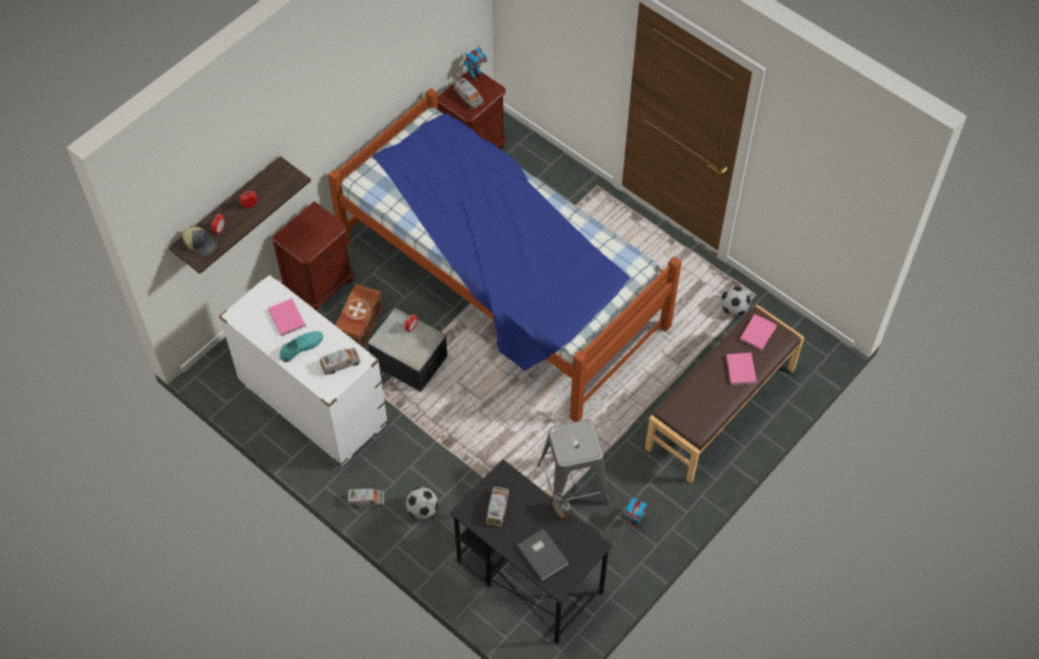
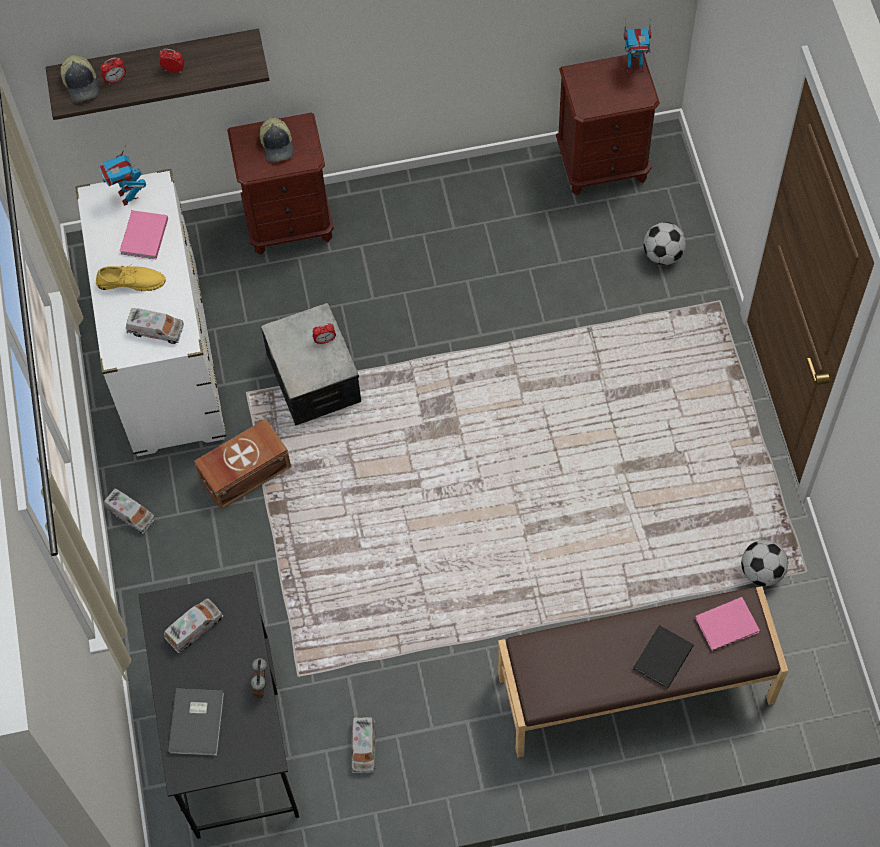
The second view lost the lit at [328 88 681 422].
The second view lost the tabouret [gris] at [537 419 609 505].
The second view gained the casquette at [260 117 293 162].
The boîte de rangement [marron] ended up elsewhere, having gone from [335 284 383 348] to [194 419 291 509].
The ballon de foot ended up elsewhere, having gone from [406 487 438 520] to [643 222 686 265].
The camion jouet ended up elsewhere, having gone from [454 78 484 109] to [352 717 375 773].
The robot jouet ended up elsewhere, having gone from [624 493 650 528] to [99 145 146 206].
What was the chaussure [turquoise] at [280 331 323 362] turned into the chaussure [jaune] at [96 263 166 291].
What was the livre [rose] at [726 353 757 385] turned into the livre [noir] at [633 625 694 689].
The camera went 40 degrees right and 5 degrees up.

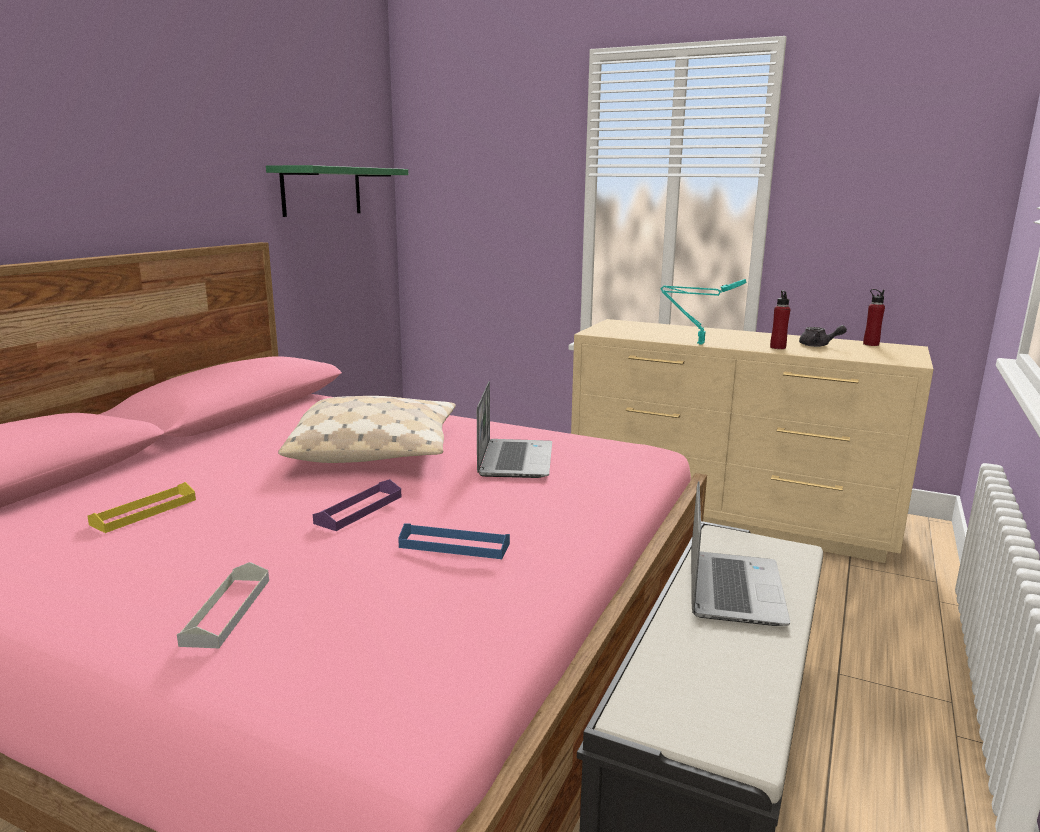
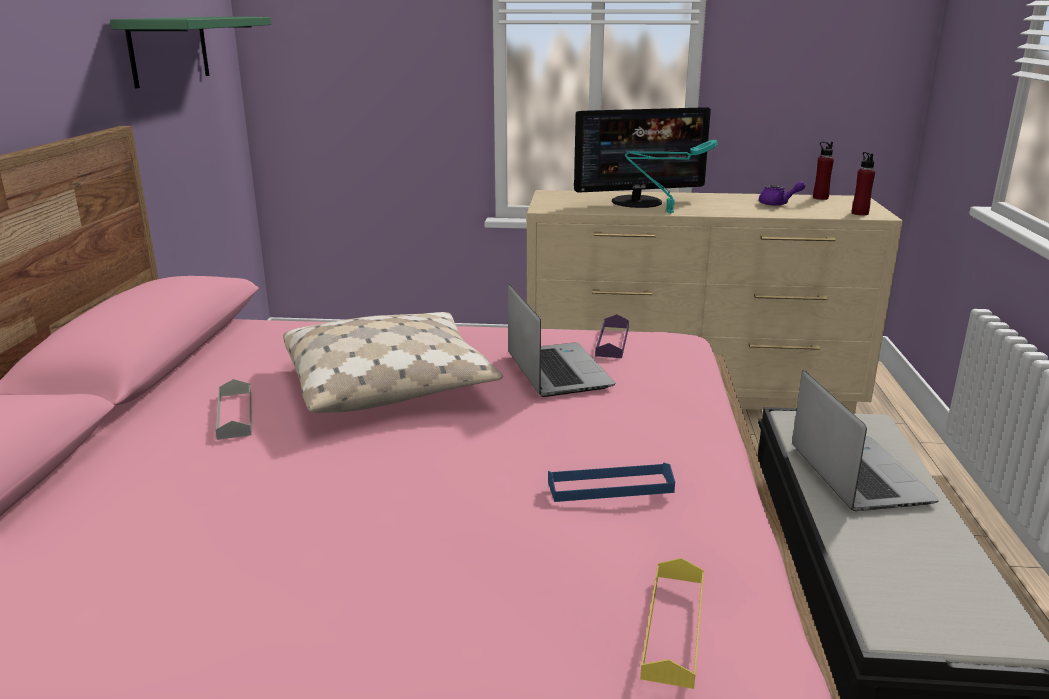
The second view gained the écran d'ordinateur at [574 107 711 208].
The plateau [jaune] ended up elsewhere, having gone from [87 482 196 533] to [640 558 704 689].
The plateau [gris] ended up elsewhere, having gone from [177 562 269 648] to [216 379 252 440].
The plateau [violet] ended up elsewhere, having gone from [313 479 401 531] to [595 314 629 358].
The bouteille [rouge] ended up elsewhere, having gone from [770 290 790 349] to [852 152 875 215].
What was the théière [gris] at [799 325 847 347] turned into the théière [violet] at [759 181 805 206].
The camera went 20 degrees left and 5 degrees up.

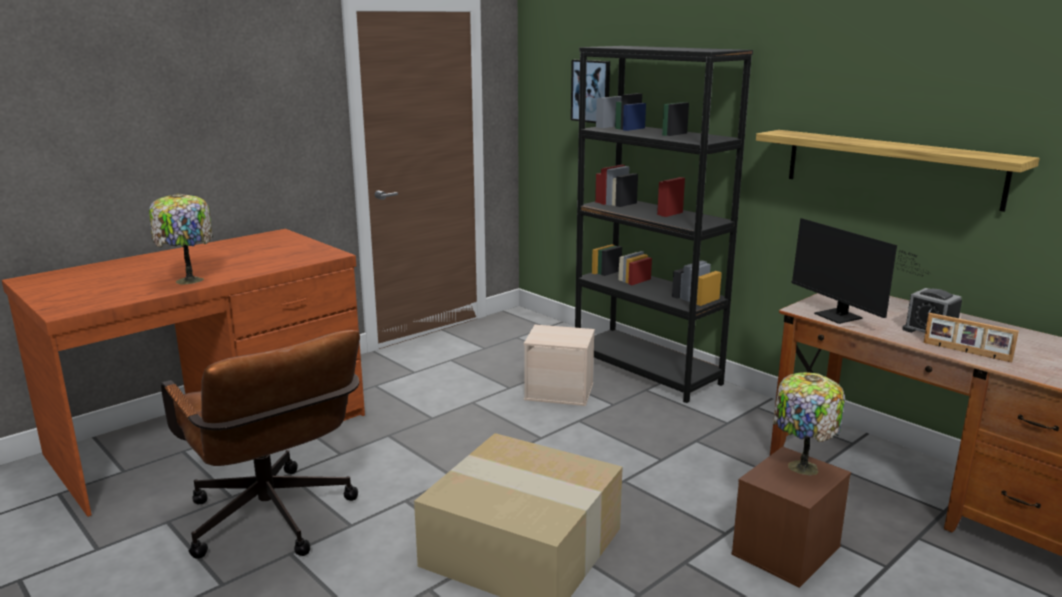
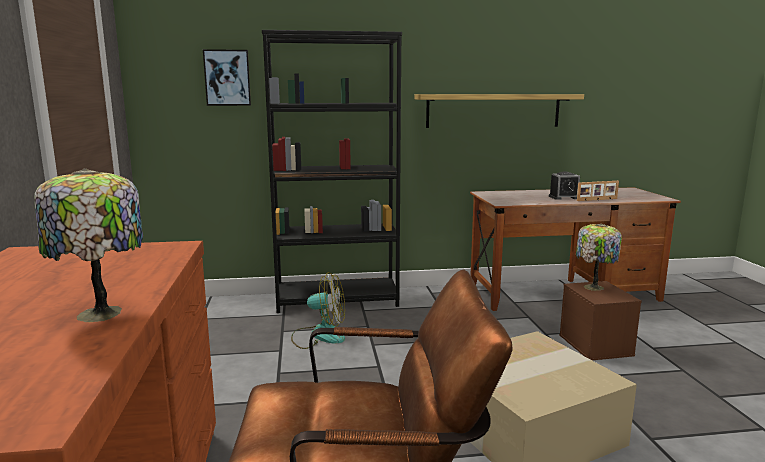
The second view lost the écran d'ordinateur at [791 218 931 324].
Where the boîte de rangement [beige] stood at [524 325 595 406], the ventilateur came to stand at [291 272 345 349].
The camera went 55 degrees left and 5 degrees down.

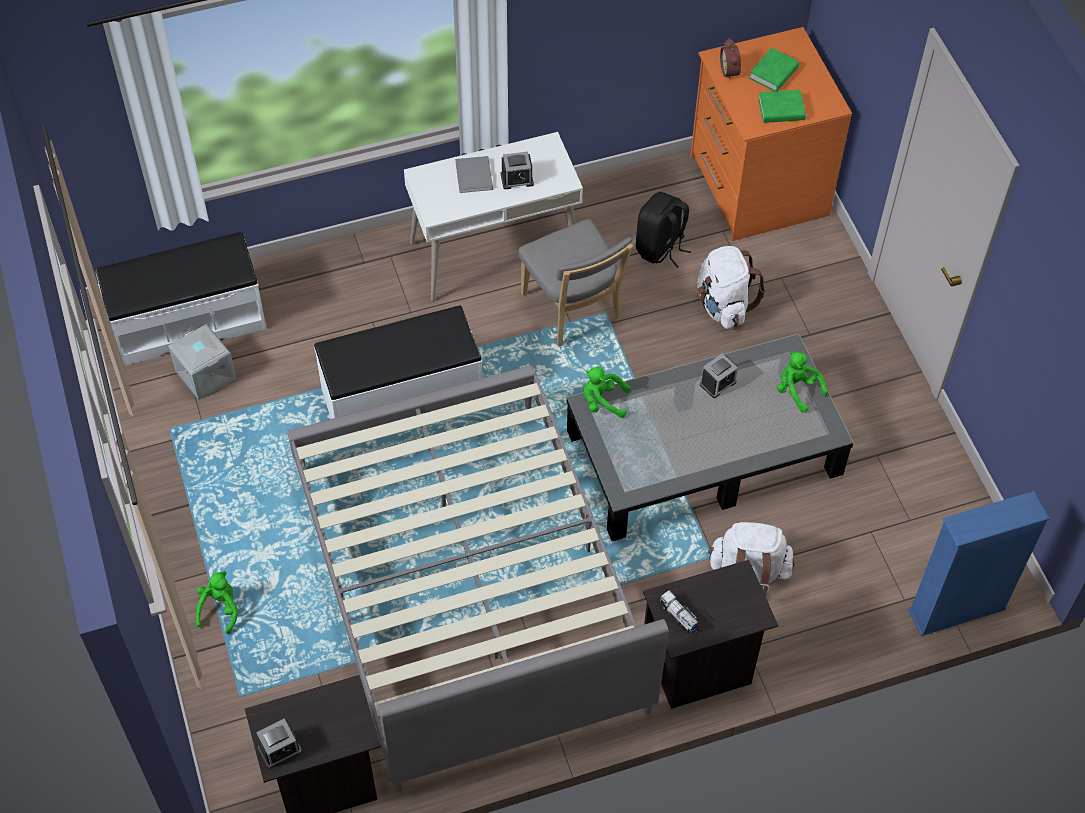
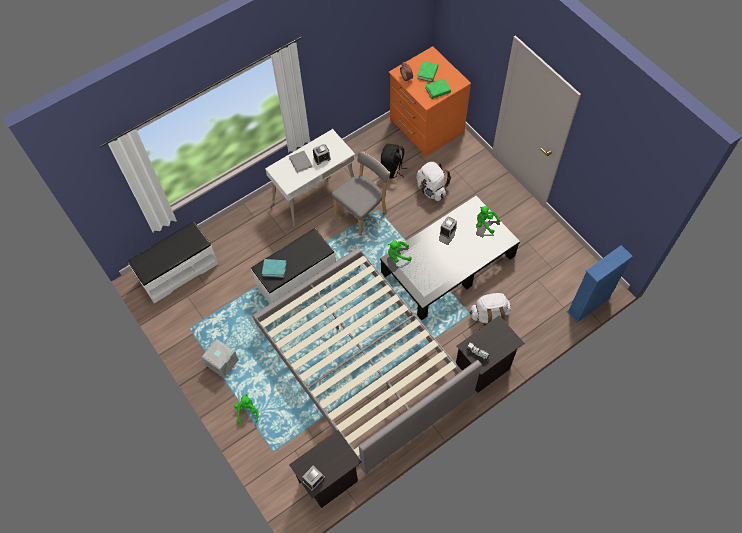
The second view gained the livre [turquoise] at [262 259 286 278].
The boîte de rangement [gris] ended up elsewhere, having gone from [168 324 236 400] to [201 339 239 378].
The chaise [gris] at [518 219 633 346] ended up facing another way, 90 degrees counterclockwise from before.
The camera went 15 degrees left and 5 degrees up.

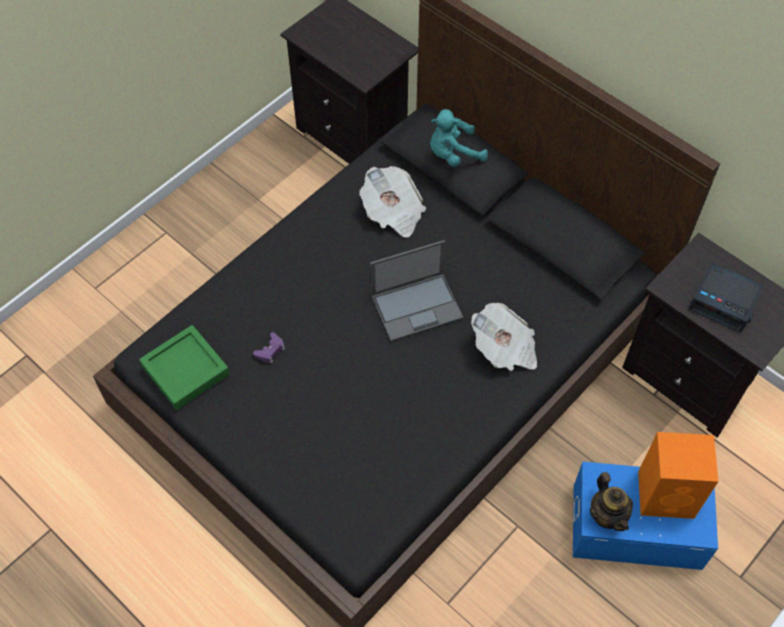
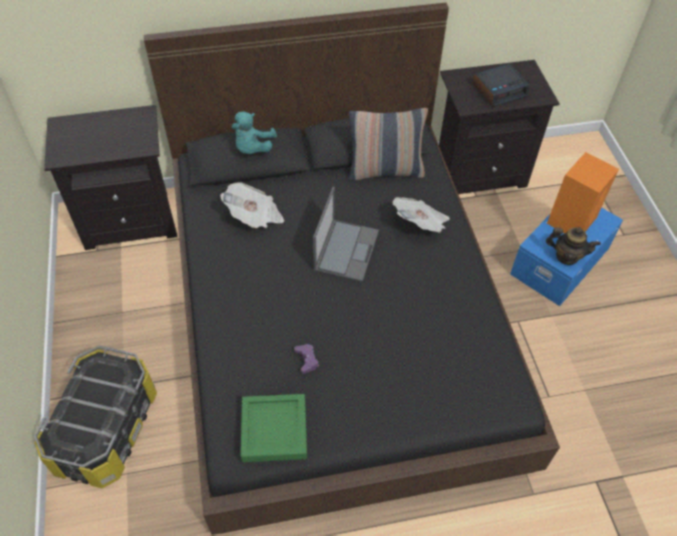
The second view gained the boîte de rangement at [34 345 157 488].
The second view gained the coussin at [349 108 428 181].
The camera went 55 degrees left and 5 degrees down.

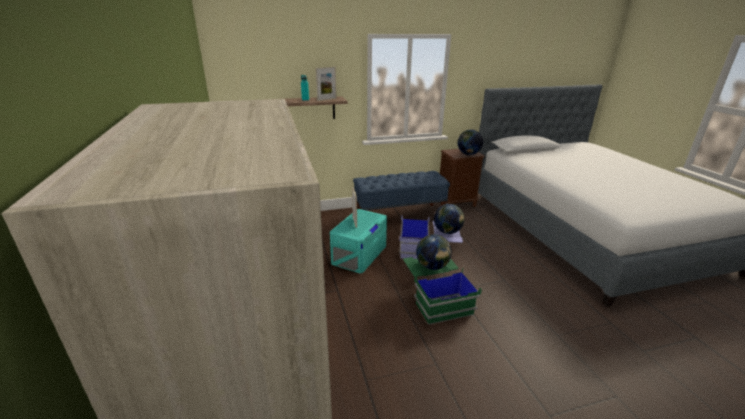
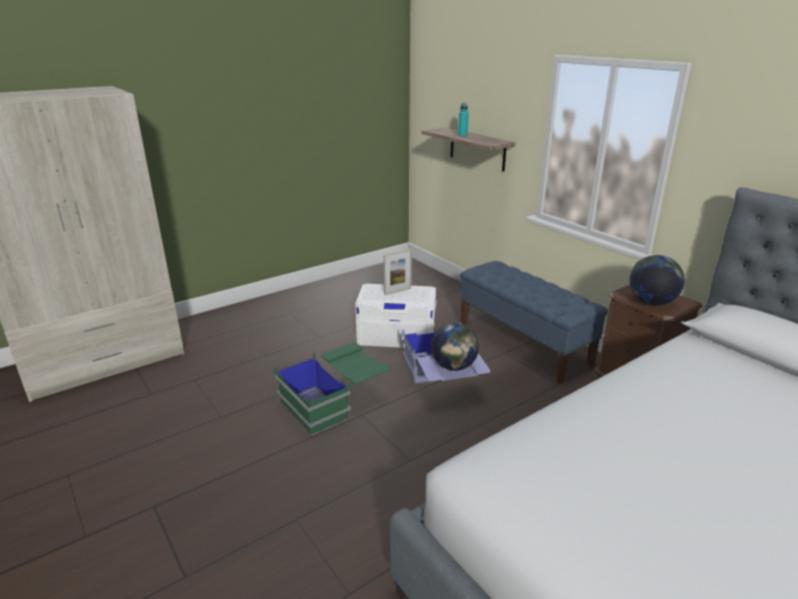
The second view lost the cadre photo at [315 67 337 101].
The second view lost the globe at [416 234 452 270].
What was the boîte de rangement [turquoise] at [330 209 387 274] turned into the boîte de rangement [blanc] at [355 284 437 348].
The camera went 70 degrees right and 0 degrees up.

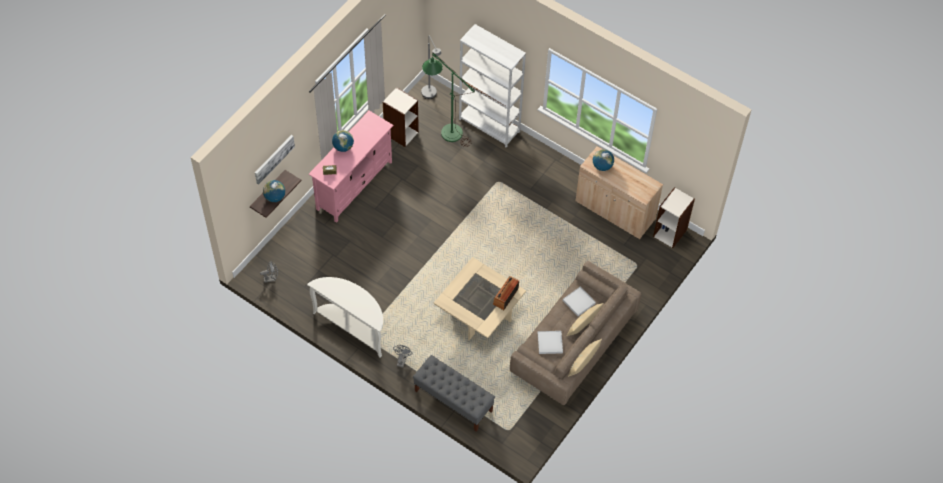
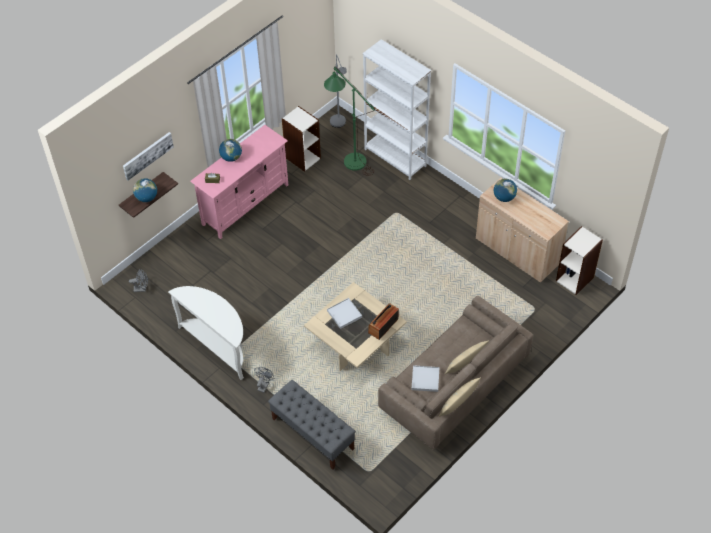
The plateau [blanc] ended up elsewhere, having gone from [563 287 596 316] to [327 298 362 329].
The camera went 10 degrees right and 5 degrees down.

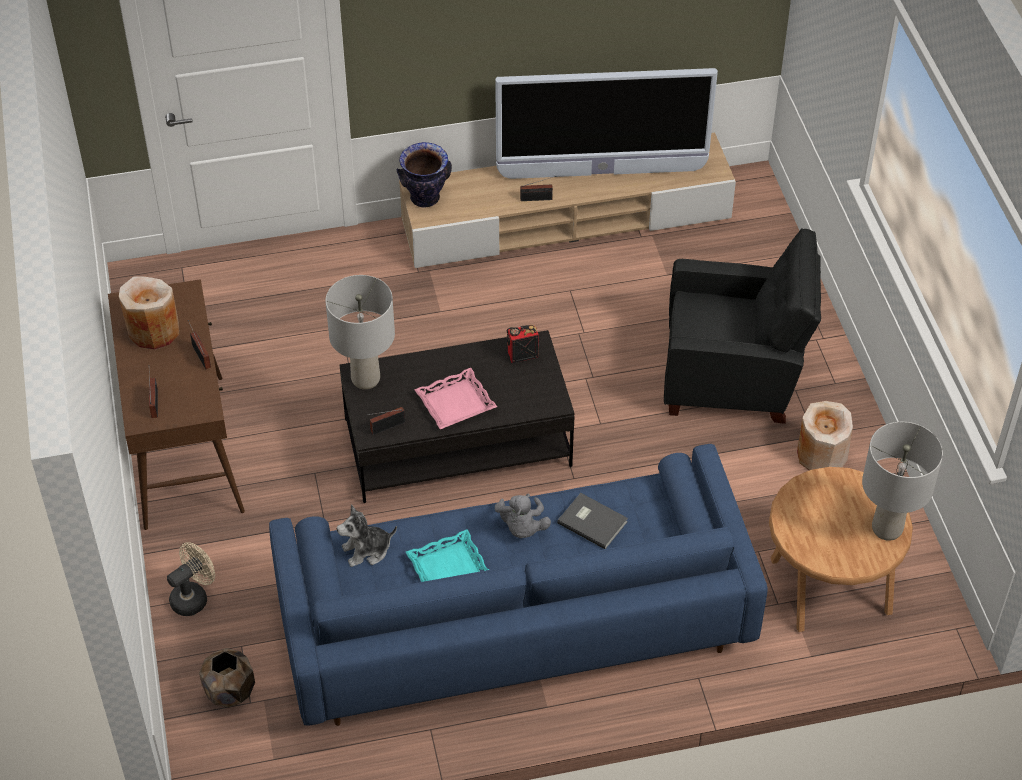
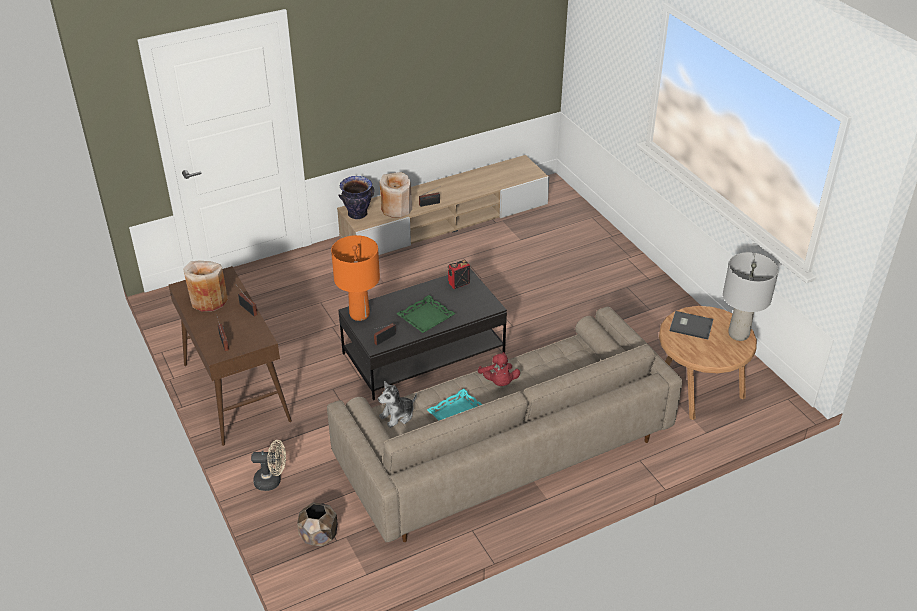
The second view lost the téléviseur at [495 68 718 179].
The second view lost the fauteuil [noir] at [664 228 821 424].
The livre [gris] ended up elsewhere, having gone from [557 493 628 549] to [670 311 713 340].
The vase [beige] ended up elsewhere, having gone from [797 401 853 470] to [380 172 412 218].
What was the canapé [bleu] at [269 444 768 726] turned into the canapé [beige] at [327 307 682 542].
What was the lampe de table [gris] at [325 275 395 390] turned into the lampe de table [orange] at [331 235 380 321].
What was the plateau [rose] at [414 368 497 429] turned into the plateau [vert] at [396 295 456 333].
What was the peluche [gris] at [495 494 551 538] turned into the peluche [rouge] at [478 352 520 386].
The ventilateur [beige] at [167 542 215 616] ended up facing another way, 60 degrees clockwise from before.
The camera went 15 degrees left and 10 degrees down.

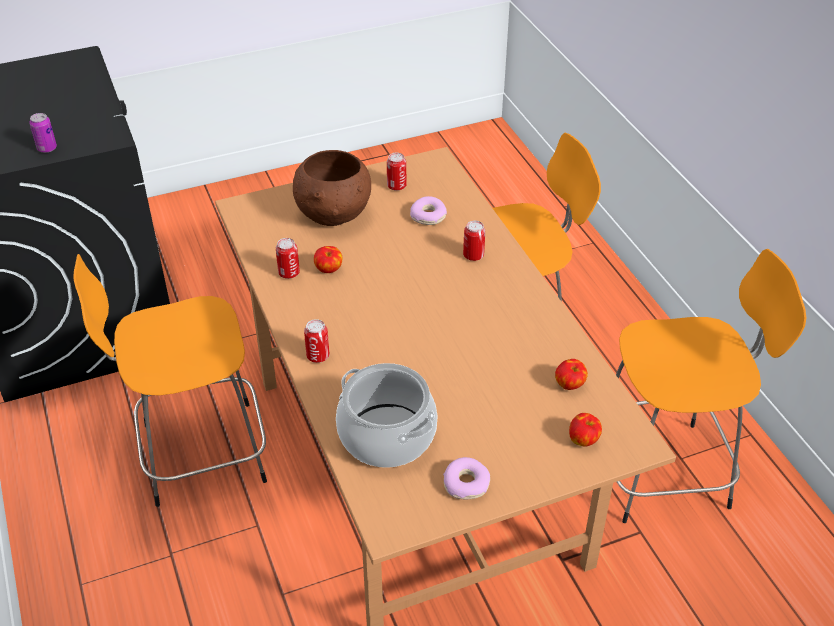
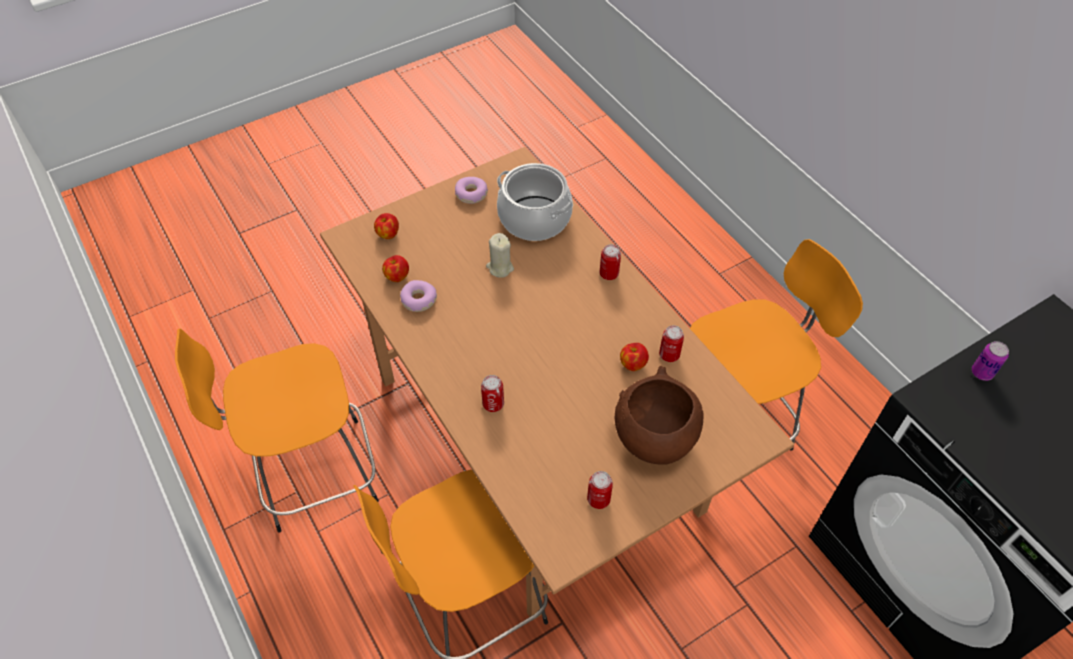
The second view gained the bougie [beige] at [486 233 514 278].
The beignet ended up elsewhere, having gone from [410 196 447 225] to [400 280 437 312].
The camera went 170 degrees right and 10 degrees up.

